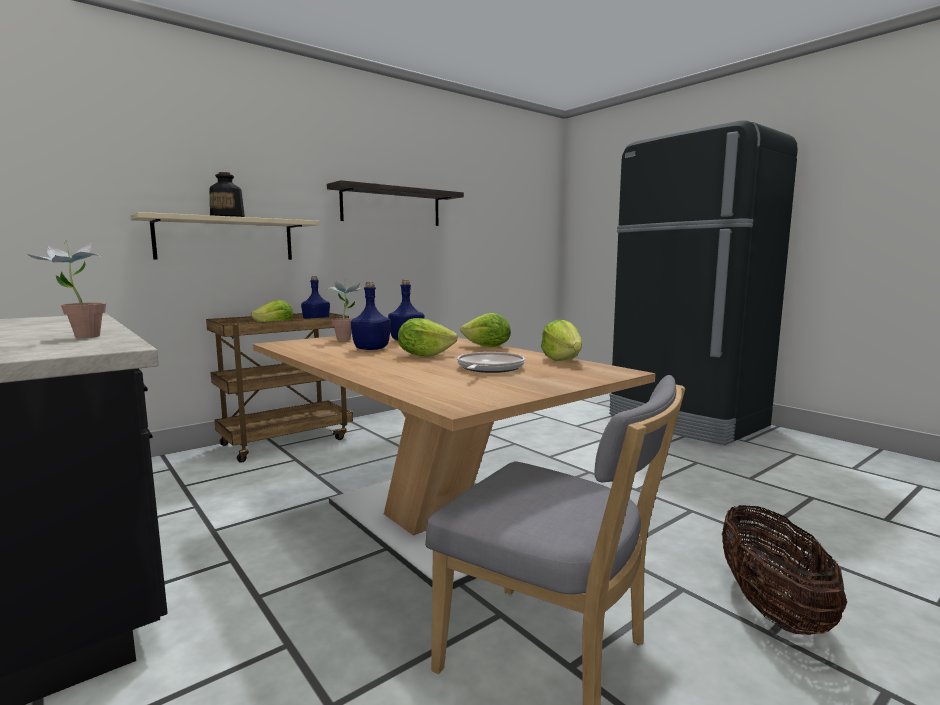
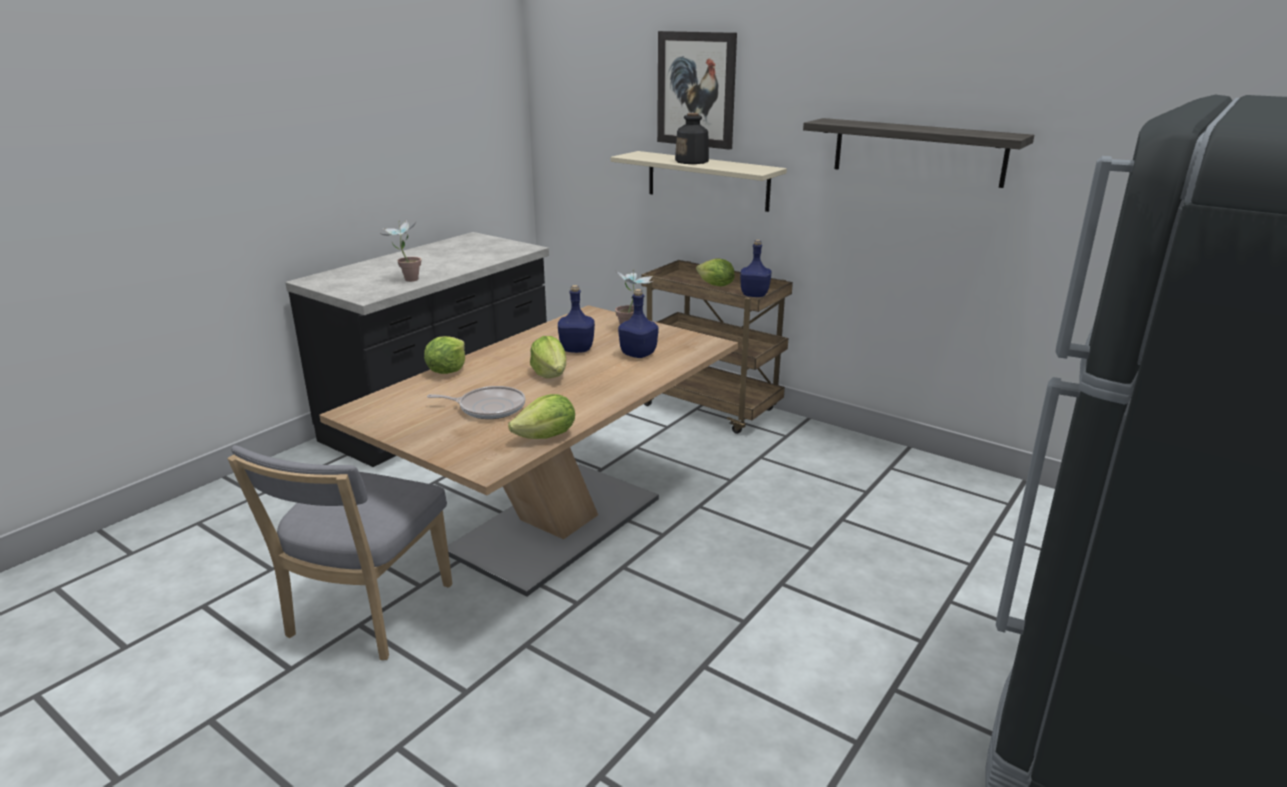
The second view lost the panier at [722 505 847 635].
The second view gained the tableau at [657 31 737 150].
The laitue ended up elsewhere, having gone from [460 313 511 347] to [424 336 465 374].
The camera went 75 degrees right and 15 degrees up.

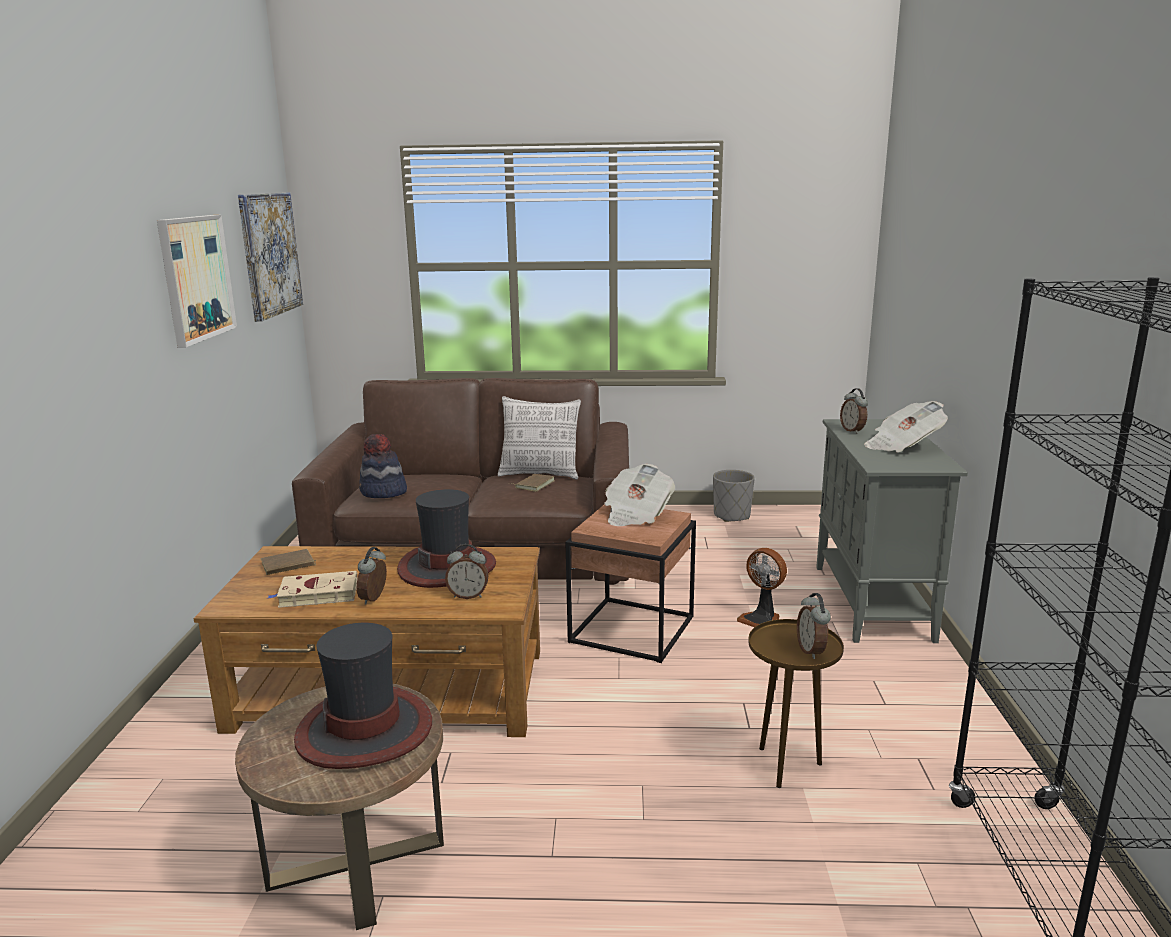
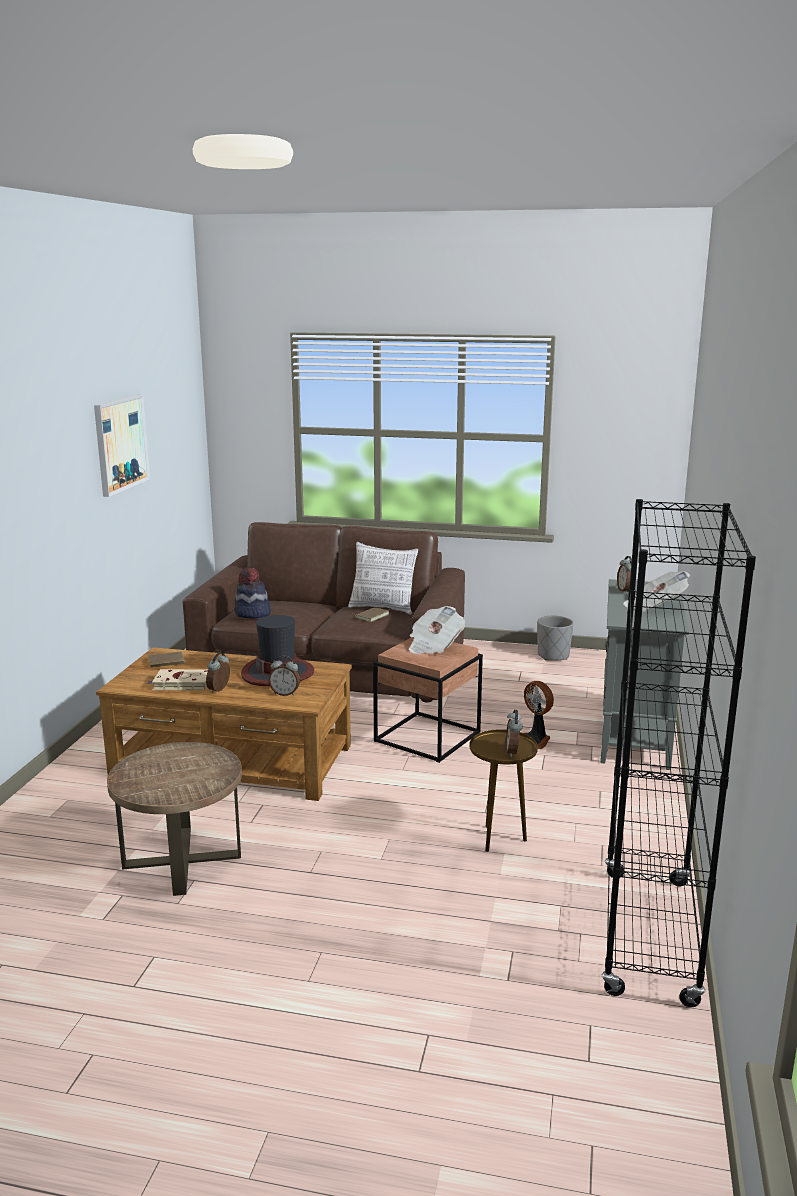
The second view lost the tableau at [238 193 303 322].
The second view lost the chapeau at [294 623 432 769].
The camera went 10 degrees right and 0 degrees up.

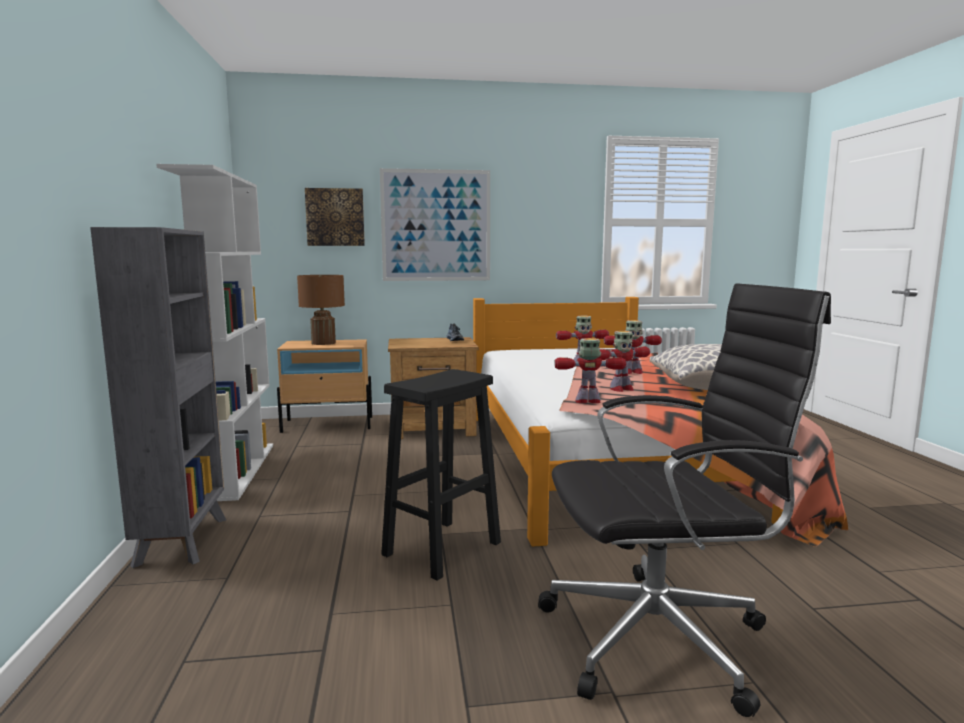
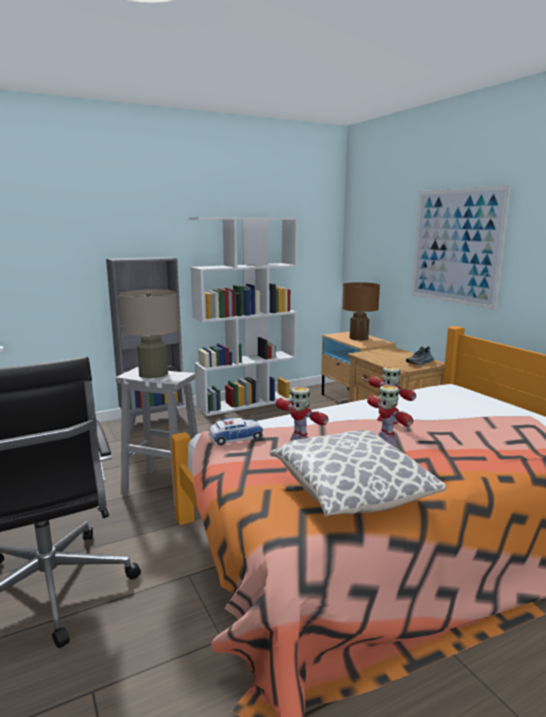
The second view lost the tableau at [305 188 365 246].
The second view gained the lampe de table [beige] at [119 289 179 378].
Where the robot jouet stood at [554 338 626 403], the petite voiture came to stand at [209 418 263 445].
What was the tabouret [noir] at [381 369 501 581] turned into the tabouret [blanc] at [116 367 198 505].
The camera went 70 degrees right and 5 degrees up.

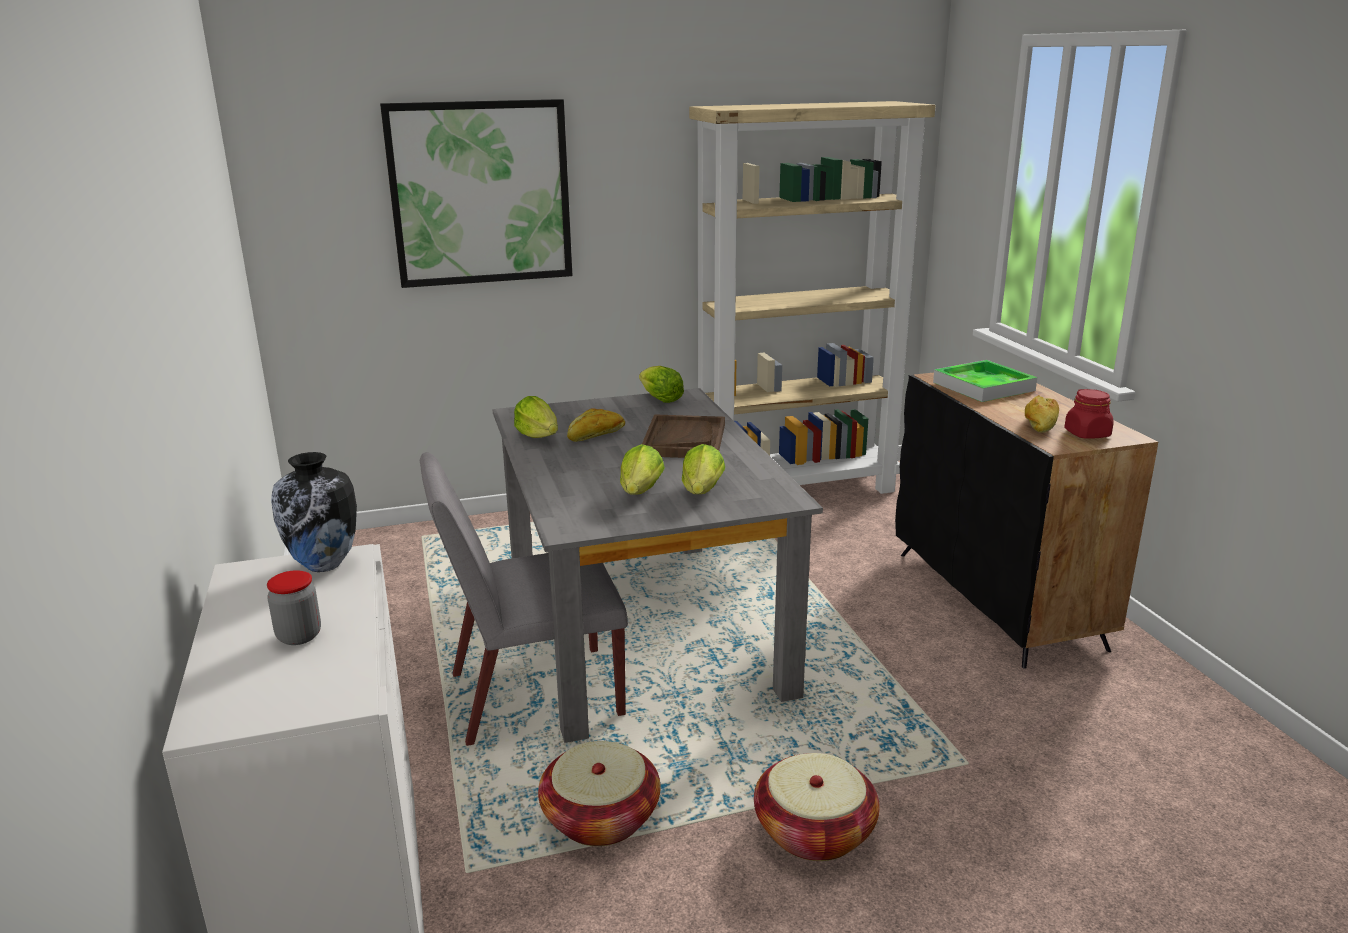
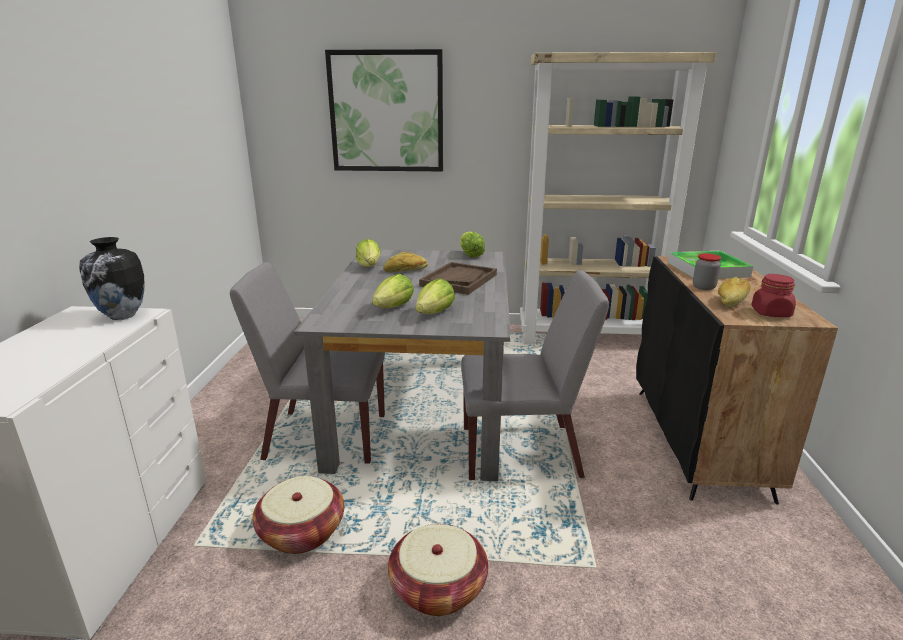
The second view gained the chaise [gris] at [461 270 609 480].
The bocal ended up elsewhere, having gone from [267 570 321 645] to [693 253 721 290].
The camera went 20 degrees right and 0 degrees up.

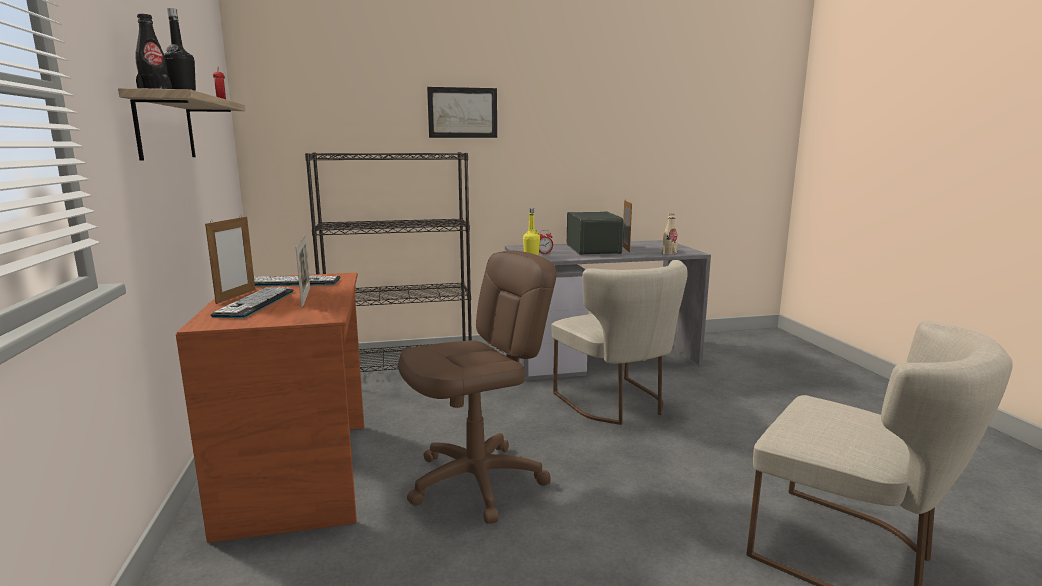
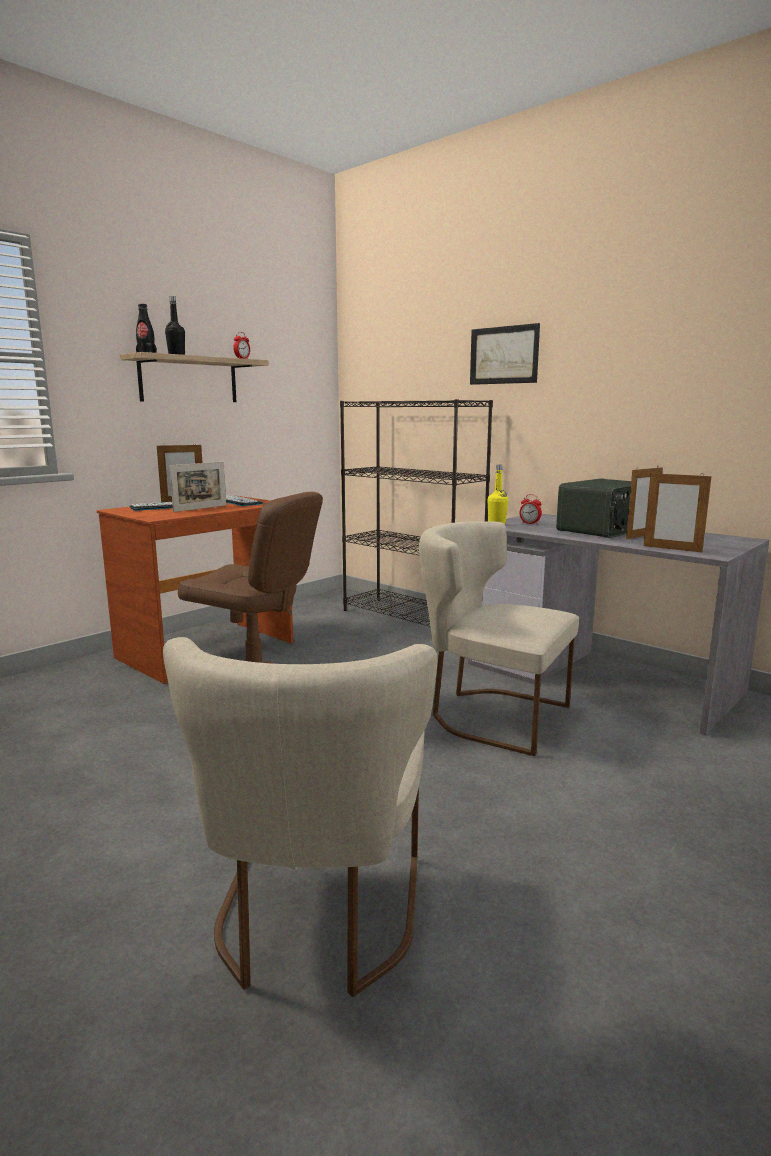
Where the bouteille [beige] stood at [662 213 678 255], the cadre photo came to stand at [644 471 712 552].
The chaise [beige] at [551 260 688 425] ended up facing another way, 90 degrees clockwise from before.
The camera went 55 degrees right and 0 degrees up.

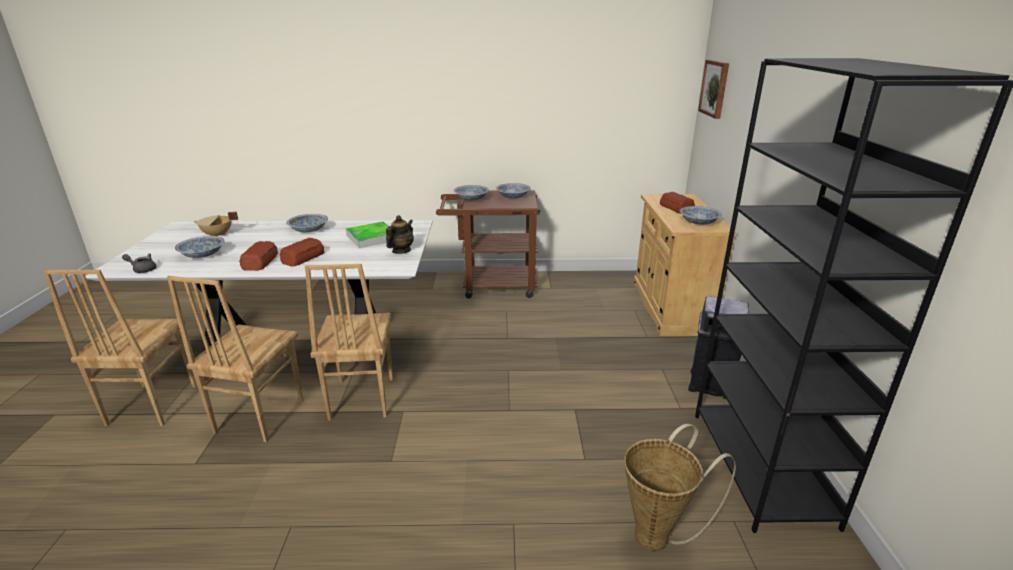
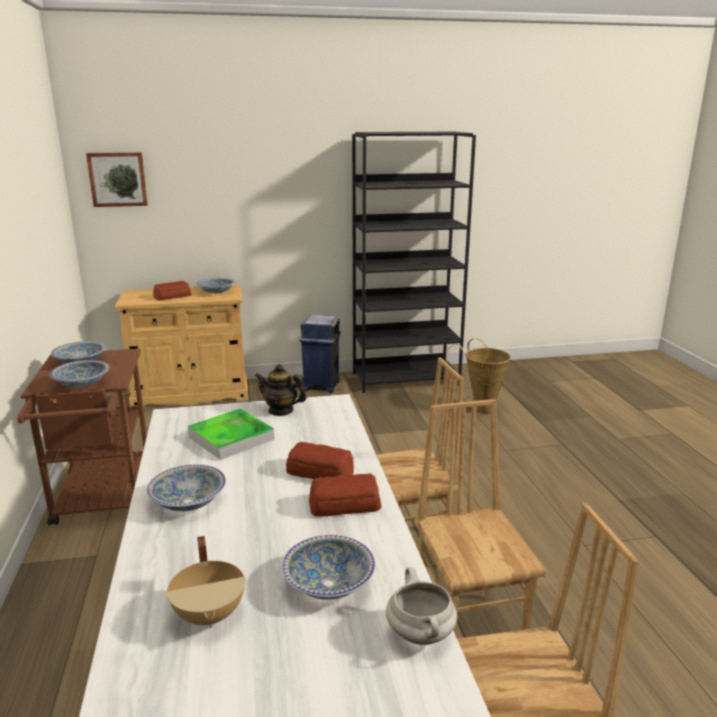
Where the théière [gris] stood at [122 253 157 273], the marmite [blanc] came to stand at [386 567 457 645].
The chaise [marron] at [167 276 304 442] ended up facing another way, 105 degrees counterclockwise from before.
The camera went 100 degrees left and 5 degrees down.

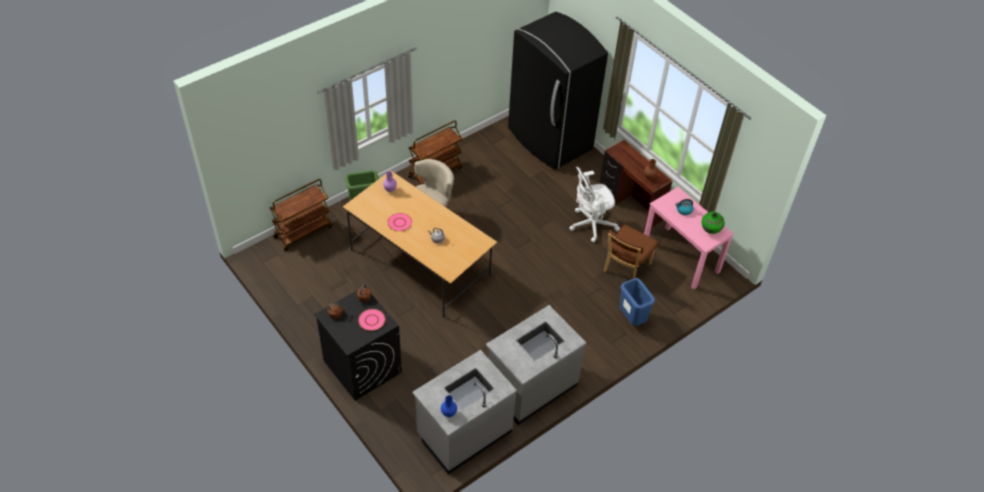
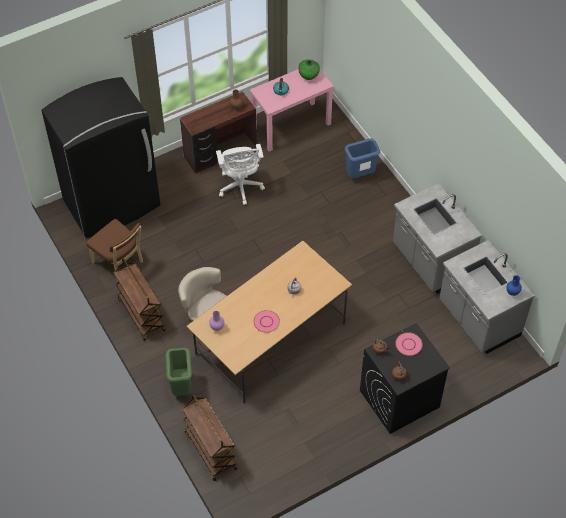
The chaise [marron] ended up elsewhere, having gone from [604 225 658 279] to [86 219 143 282].
The camera went 80 degrees left and 5 degrees up.

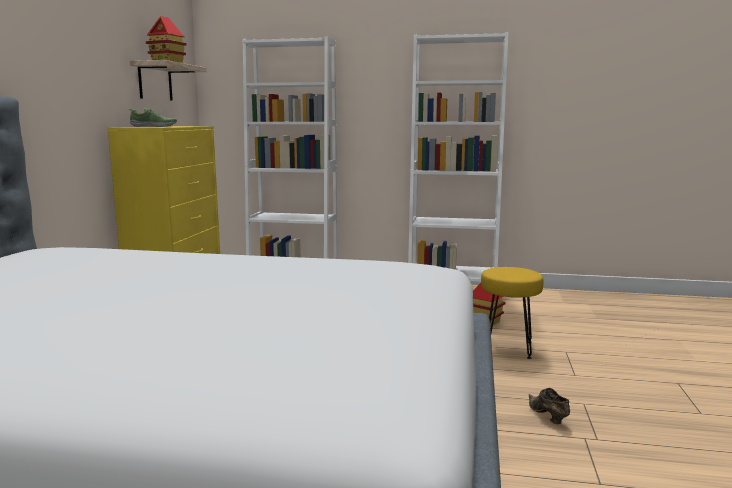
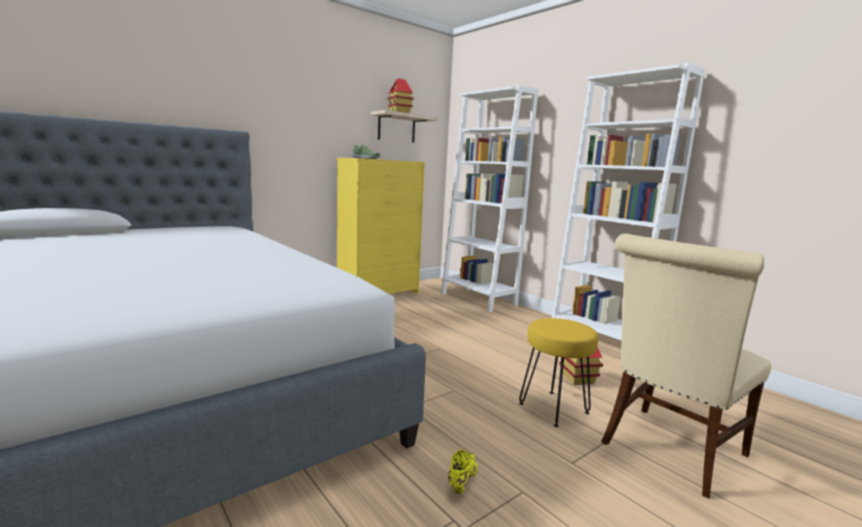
The second view gained the chaise [beige] at [601 234 771 499].
What was the chaussure [marron] at [529 388 570 424] turned into the chaussure [jaune] at [448 450 478 494].
The camera went 40 degrees right and 0 degrees up.

